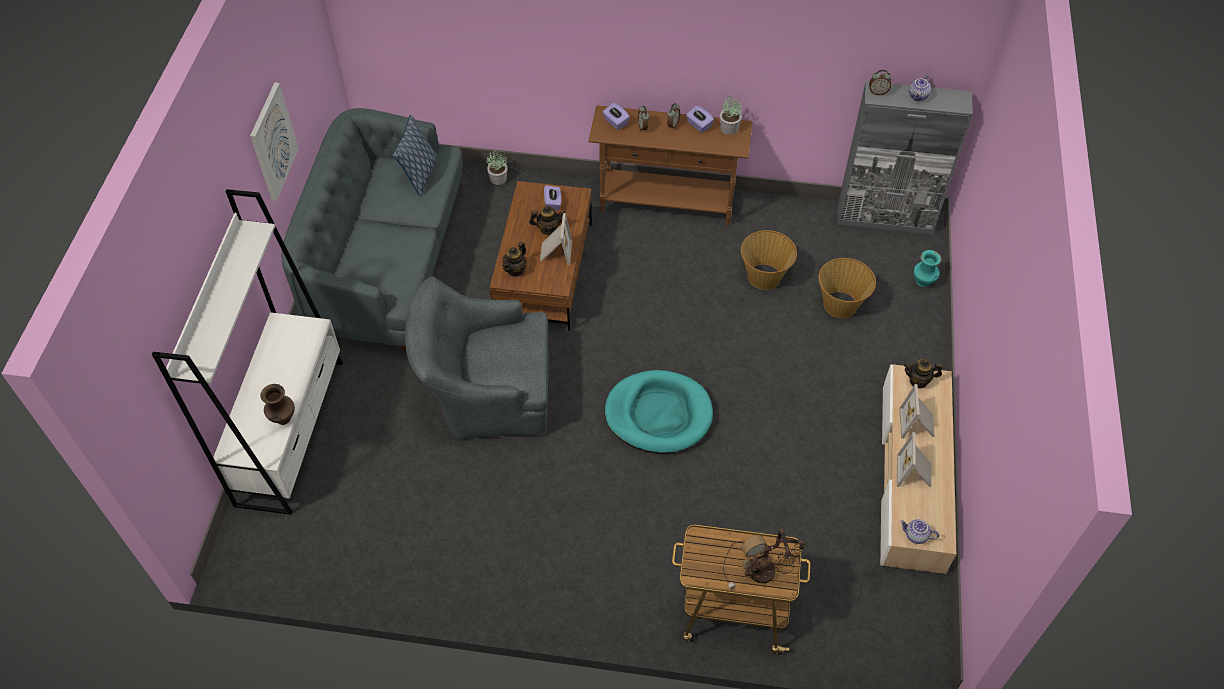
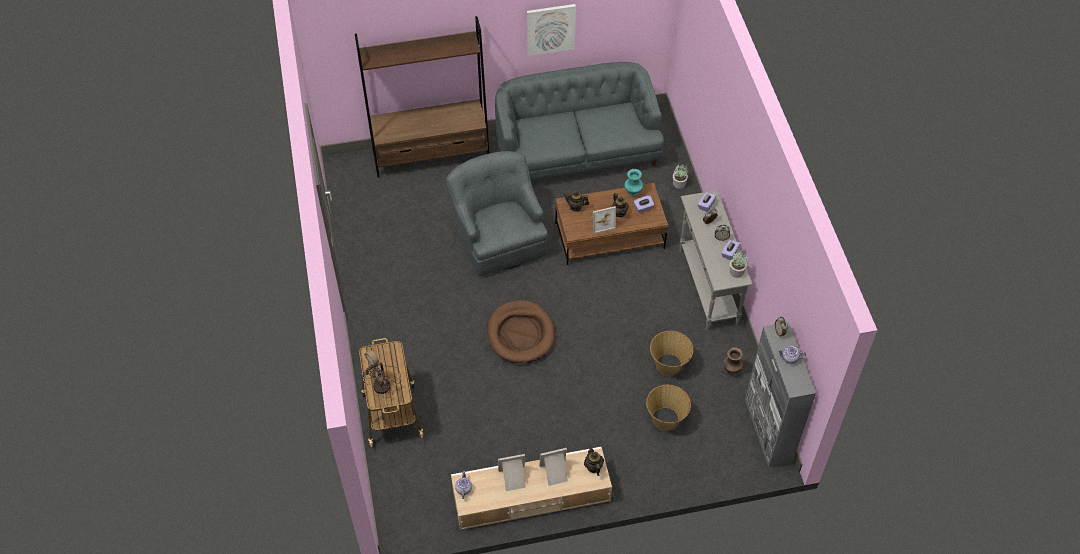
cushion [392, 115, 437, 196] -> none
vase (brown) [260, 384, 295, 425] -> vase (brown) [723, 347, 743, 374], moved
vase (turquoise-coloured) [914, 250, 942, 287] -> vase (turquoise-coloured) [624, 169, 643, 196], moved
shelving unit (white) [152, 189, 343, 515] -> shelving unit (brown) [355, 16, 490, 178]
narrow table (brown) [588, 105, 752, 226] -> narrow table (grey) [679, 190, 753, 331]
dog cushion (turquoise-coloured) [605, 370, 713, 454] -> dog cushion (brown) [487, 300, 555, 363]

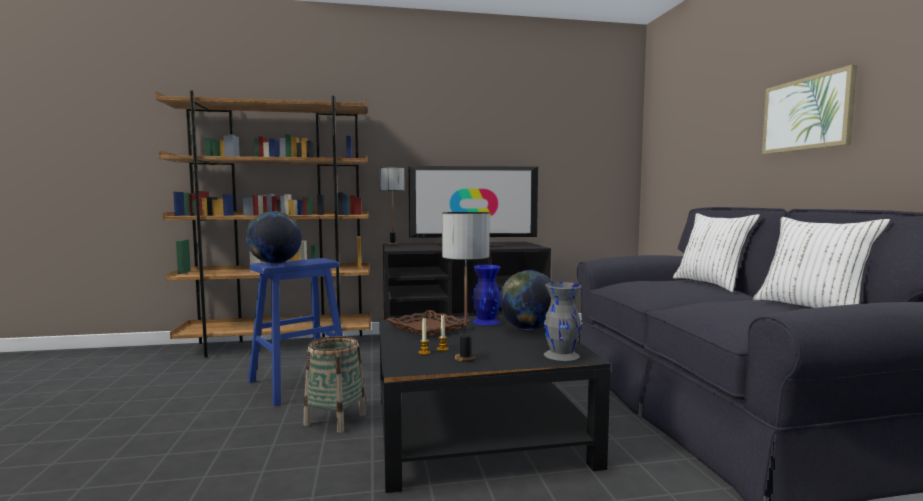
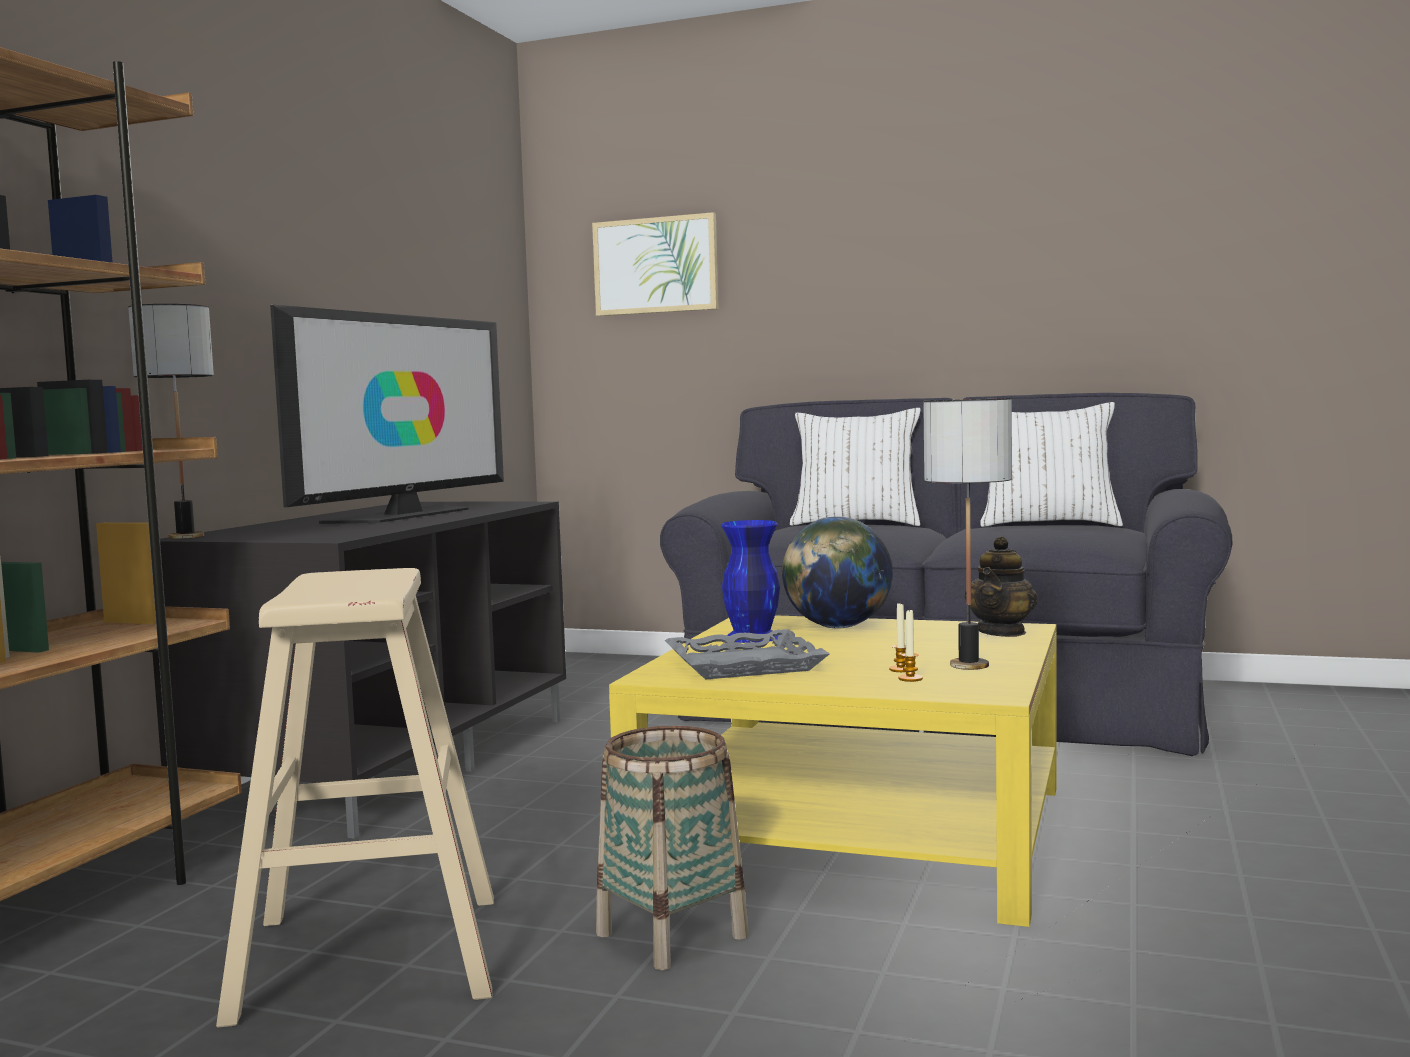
desk globe [246, 211, 302, 264] -> none
wall art [762, 65, 857, 154] -> wall art [592, 212, 719, 316], moved
vase (grey) [544, 282, 581, 361] -> pot for tea [964, 536, 1038, 637]
stool seat (bluish) [248, 258, 343, 406] -> stool seat (beige-coloured) [216, 568, 494, 1028]
coffee table (black-coloured) [379, 315, 611, 493] -> coffee table (yellow) [609, 615, 1057, 927]
serving tray (brown) [386, 310, 470, 337] -> serving tray (grey) [665, 629, 830, 680]

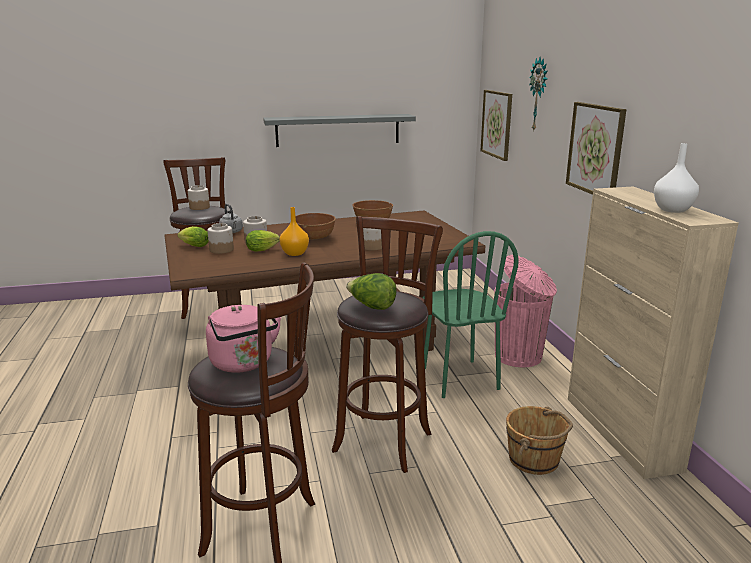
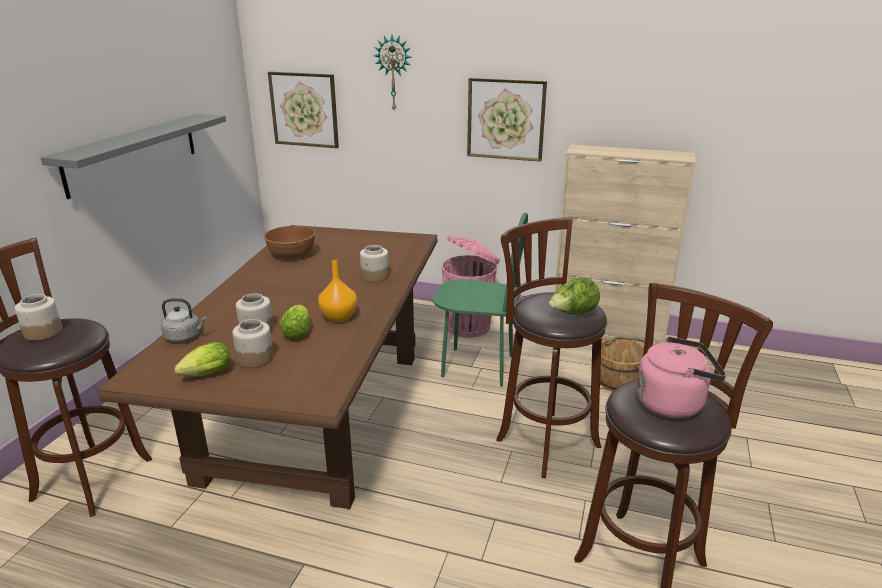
serving bowl (brown) [296, 213, 336, 240] -> none
vase (white) [654, 143, 699, 213] -> none

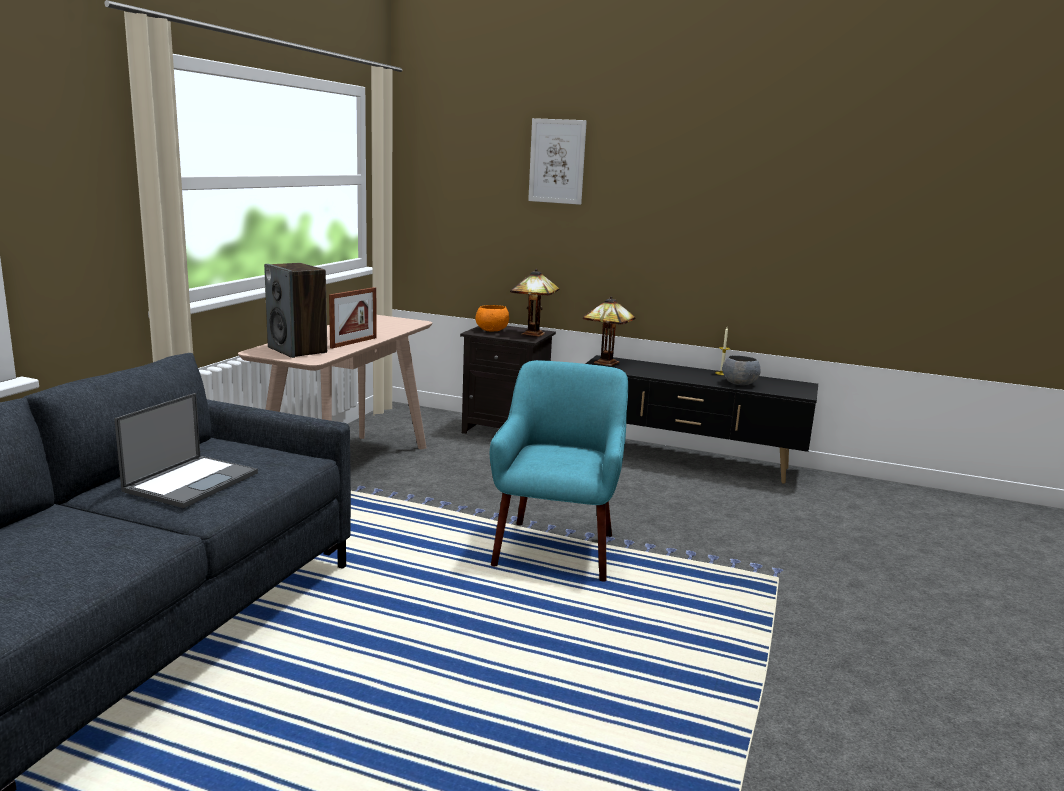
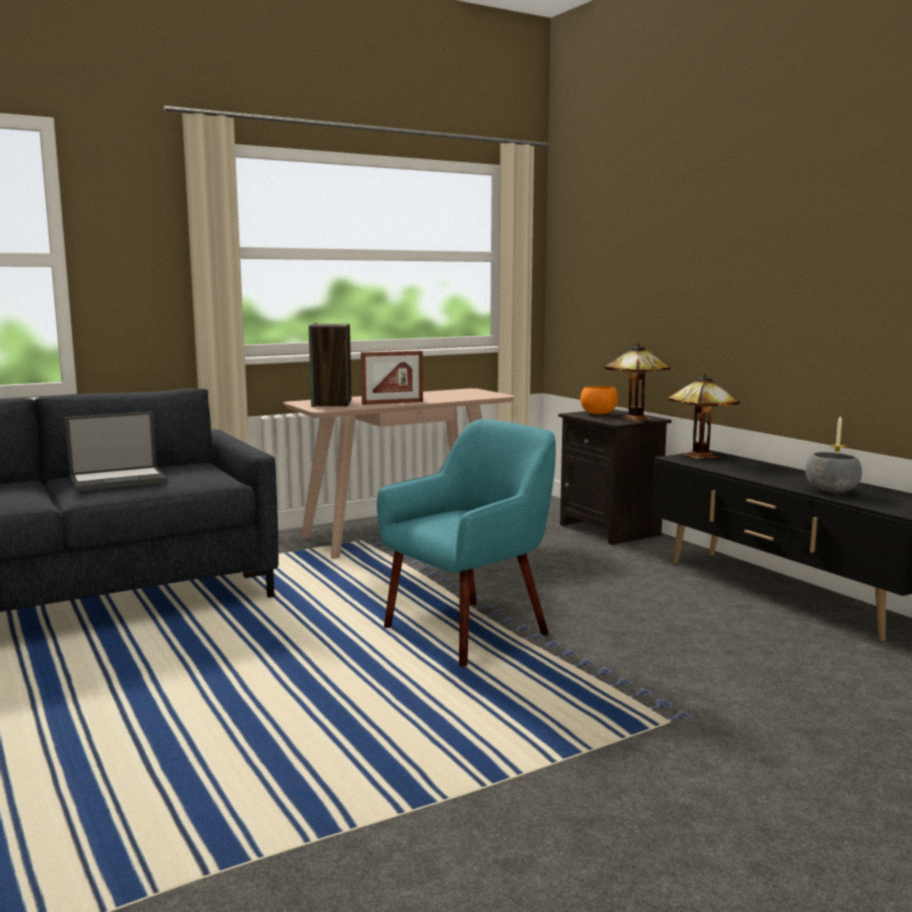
wall art [528, 118, 587, 205] -> none

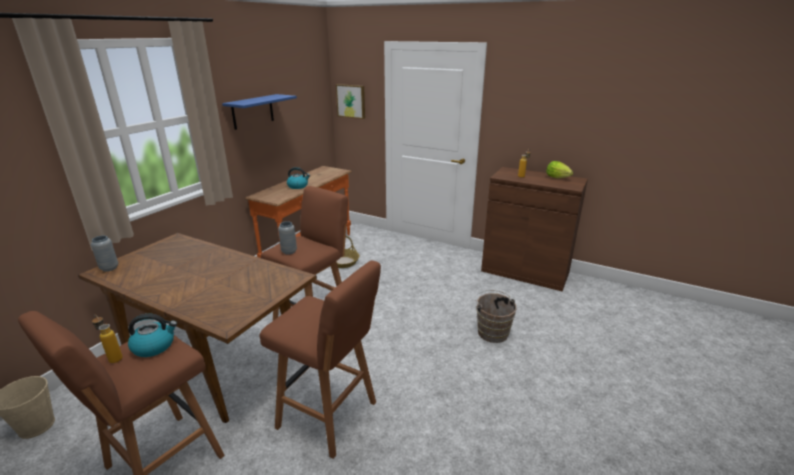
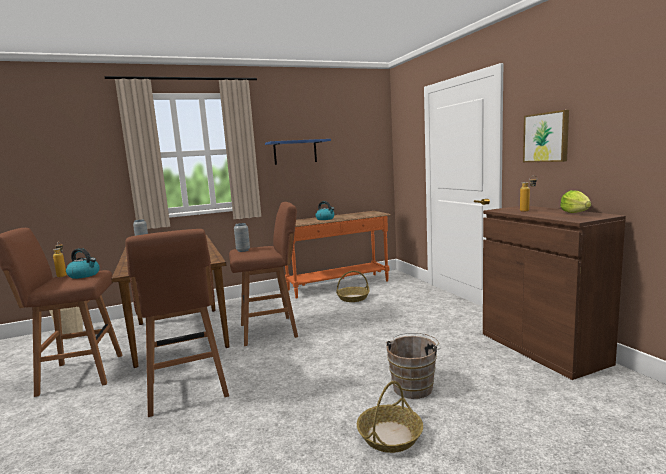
none -> basket [357, 381, 423, 453]
wall art [336, 84, 365, 119] -> wall art [523, 110, 569, 162], moved

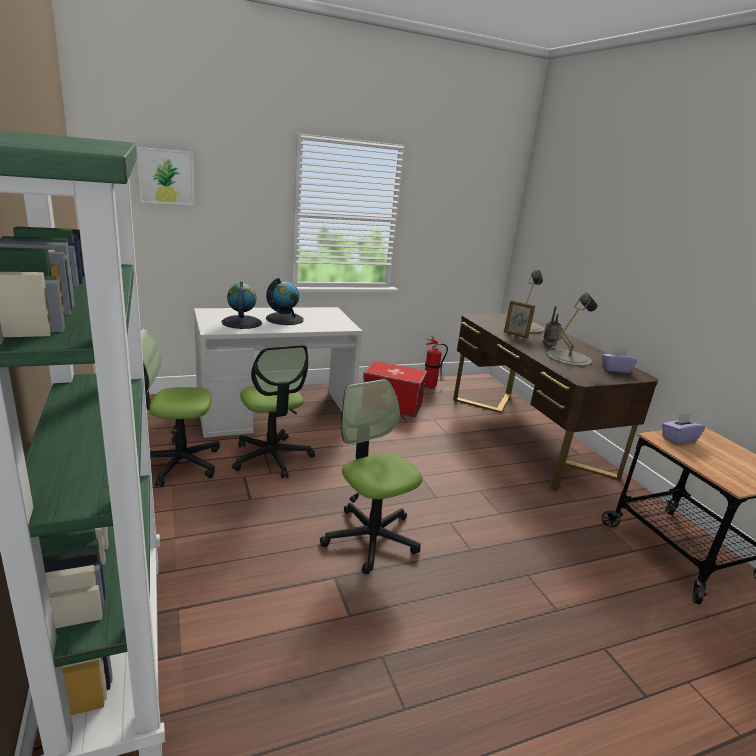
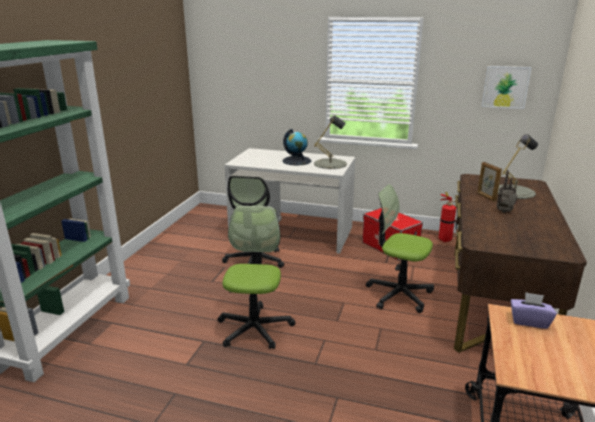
desk globe [222, 282, 262, 329] -> none
tissue box (purple) [602, 347, 637, 373] -> none
wall art [137, 147, 195, 205] -> wall art [482, 66, 532, 109], moved
desk chair [141, 329, 220, 487] -> desk chair [366, 184, 434, 313], moved
tabletop lamp (grey) [546, 293, 598, 367] -> tabletop lamp (grey) [314, 115, 347, 169], moved

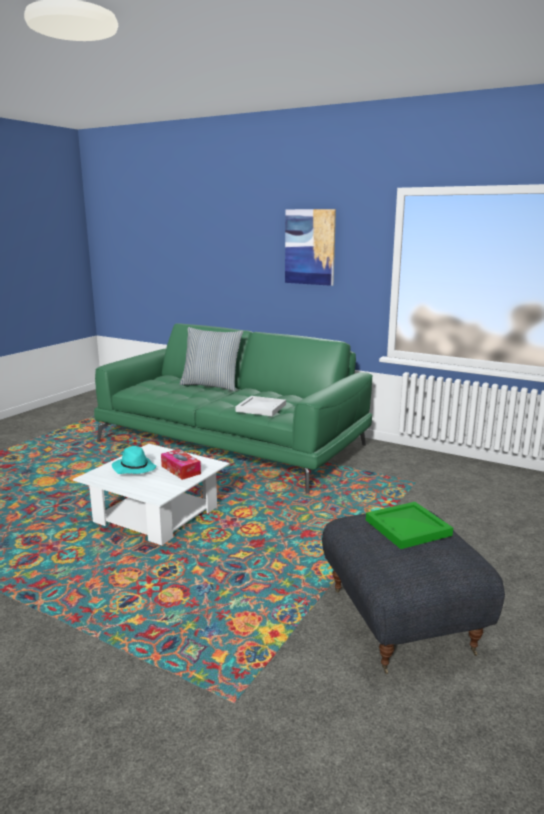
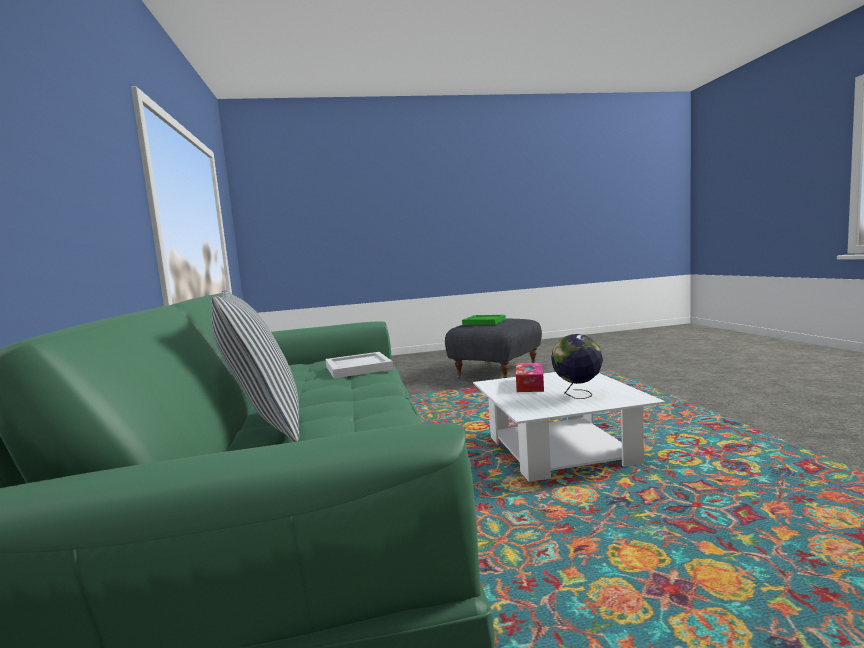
wall art [285, 209, 336, 286] -> none
clothing hat (turquoise-coloured) [112, 446, 156, 474] -> desk globe [551, 334, 603, 399]

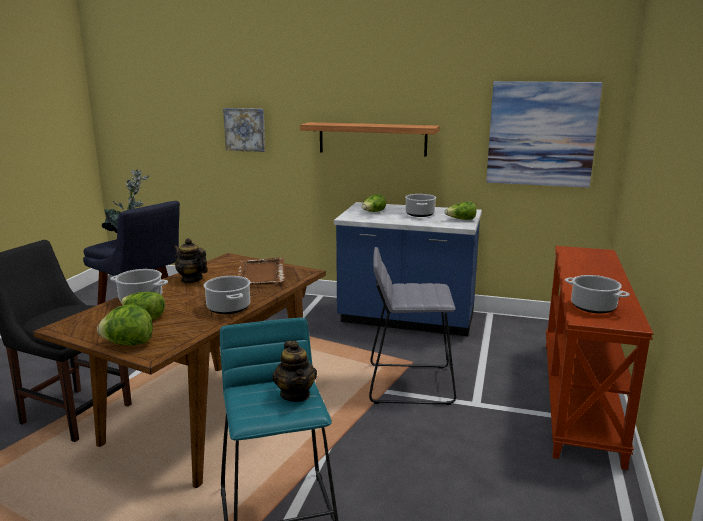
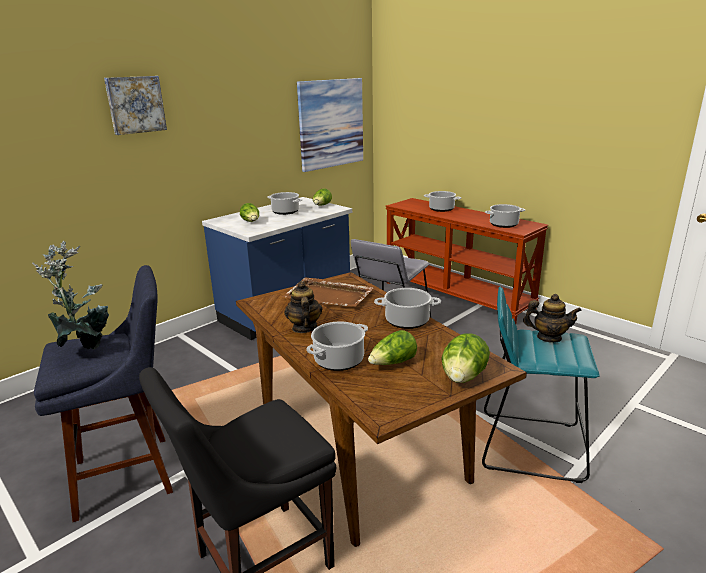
wall shelf [300, 122, 440, 157] -> none
none -> stockpot [424, 191, 461, 212]
wall art [223, 108, 265, 152] -> wall art [104, 76, 167, 135], moved
pot for tea [174, 238, 208, 283] -> pot for tea [284, 281, 323, 333], 105 degrees clockwise

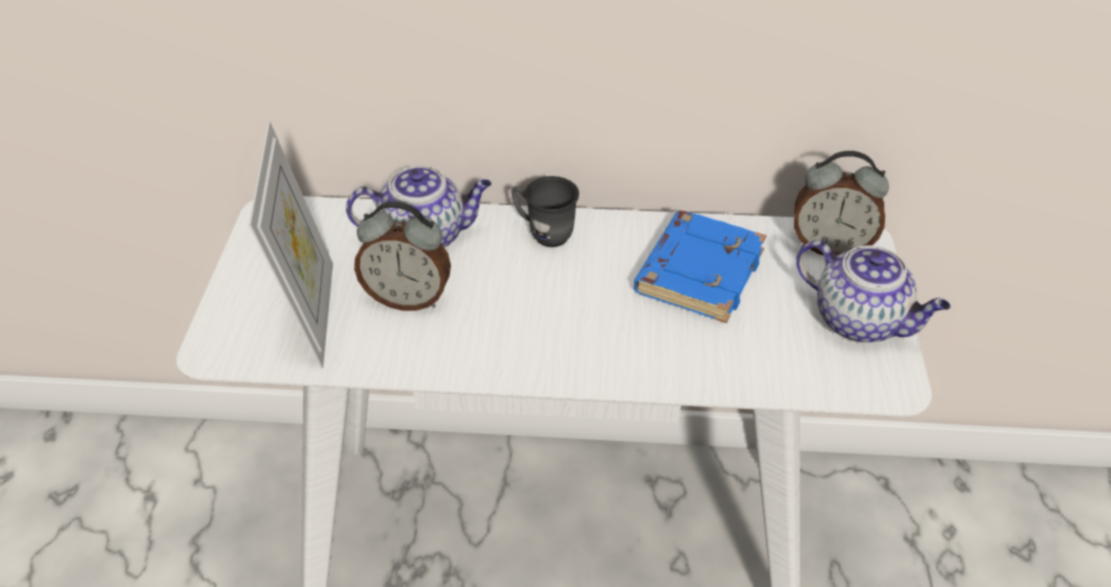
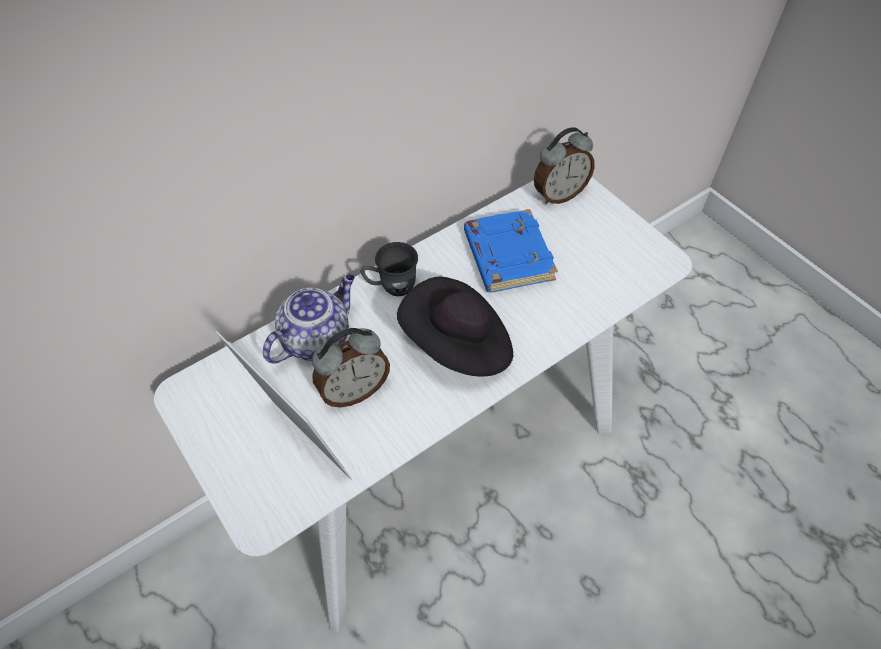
pot for tea [796, 240, 951, 343] -> none
none -> clothing hat (black-coloured) [397, 276, 513, 377]

